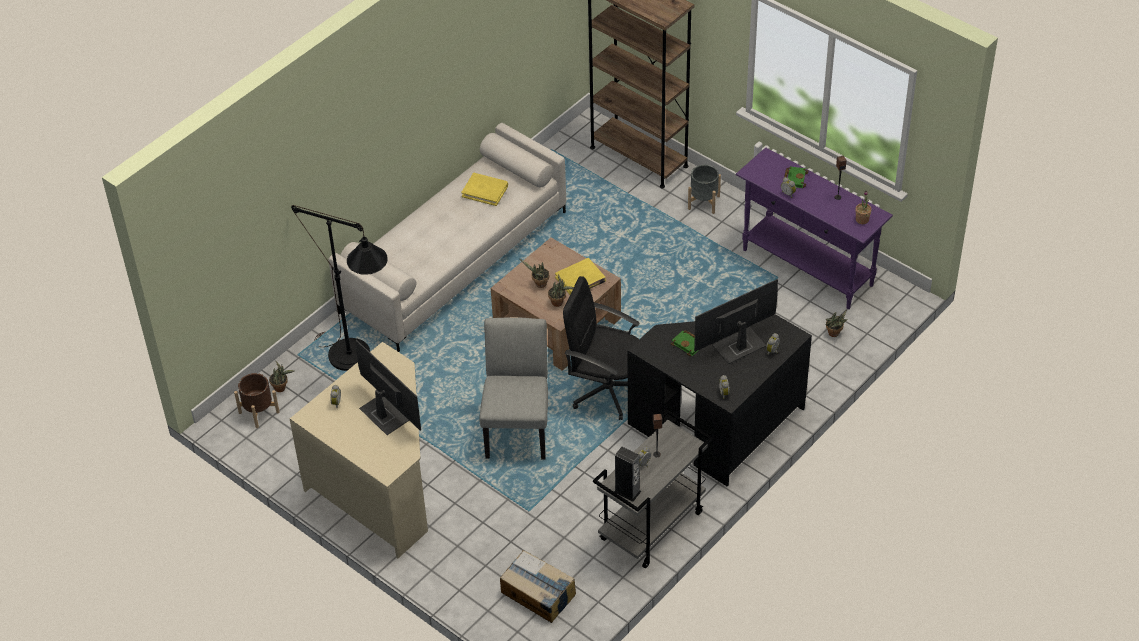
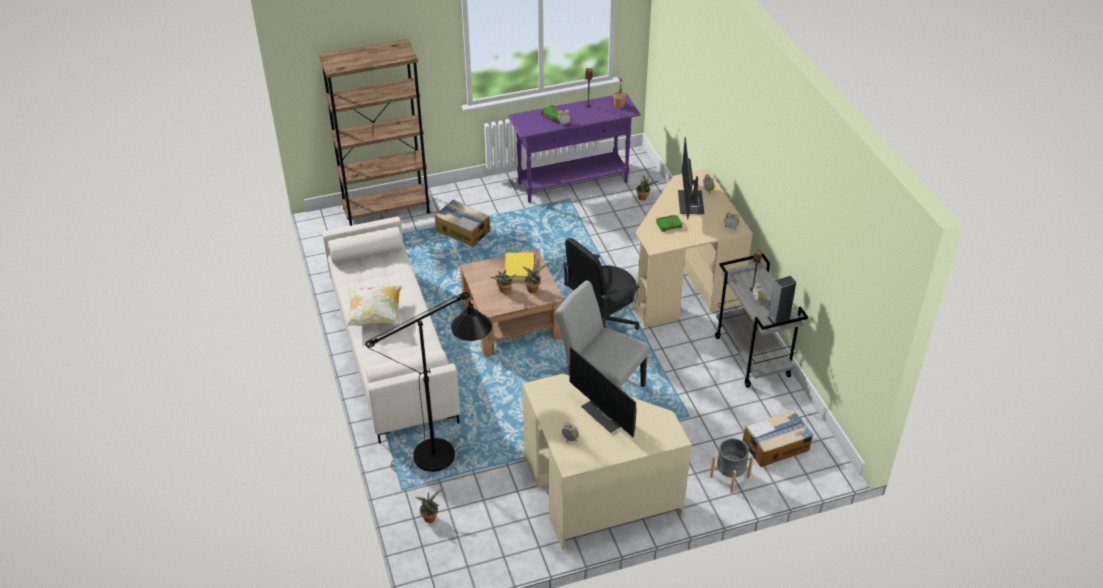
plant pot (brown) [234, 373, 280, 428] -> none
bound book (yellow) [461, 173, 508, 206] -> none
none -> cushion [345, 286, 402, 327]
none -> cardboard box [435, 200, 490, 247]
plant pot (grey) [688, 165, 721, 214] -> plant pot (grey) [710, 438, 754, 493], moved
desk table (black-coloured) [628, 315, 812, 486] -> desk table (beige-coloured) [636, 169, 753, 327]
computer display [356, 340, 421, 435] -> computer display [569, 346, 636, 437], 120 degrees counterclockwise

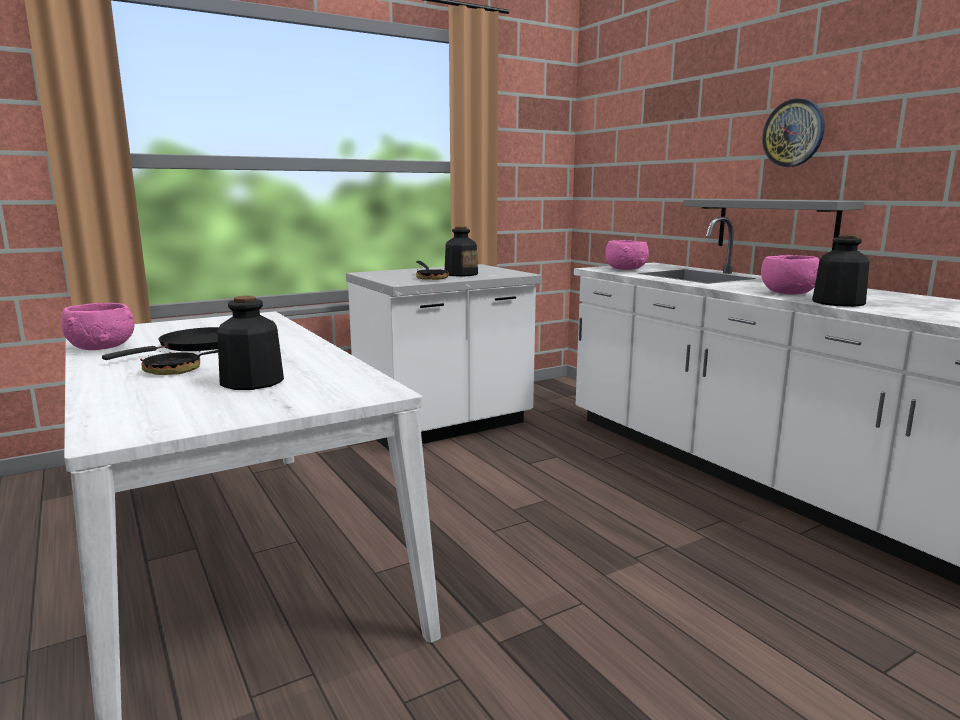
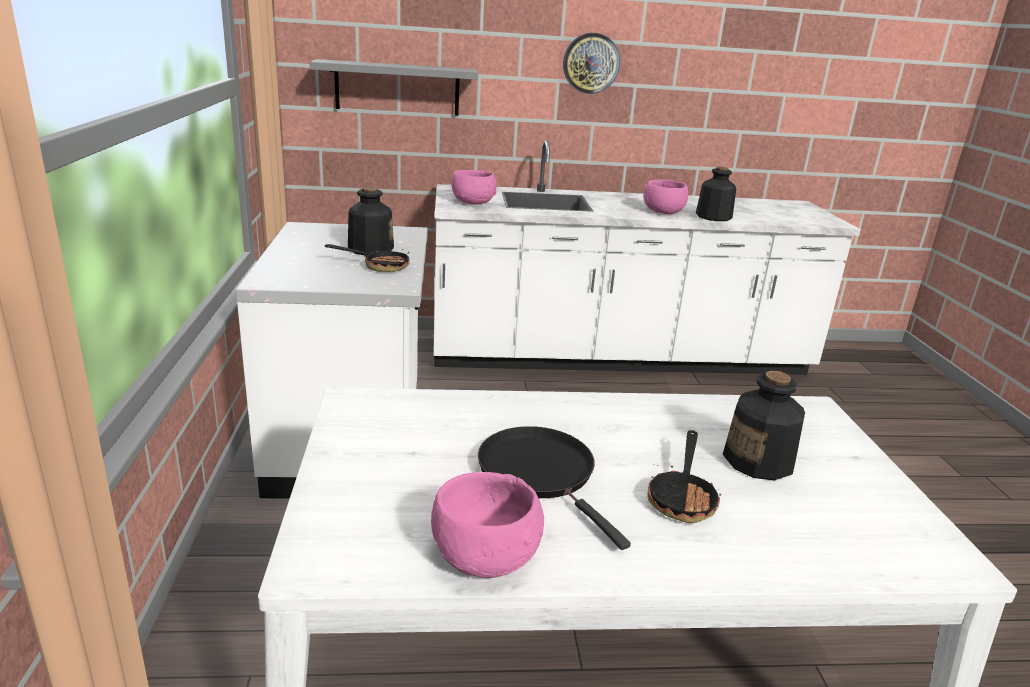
wall shelf (grey) [683, 199, 864, 251] -> wall shelf (grey) [310, 59, 478, 116], moved

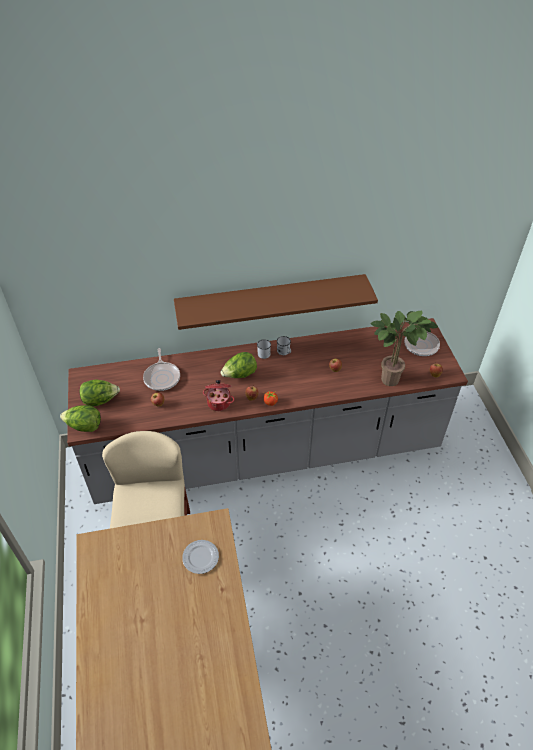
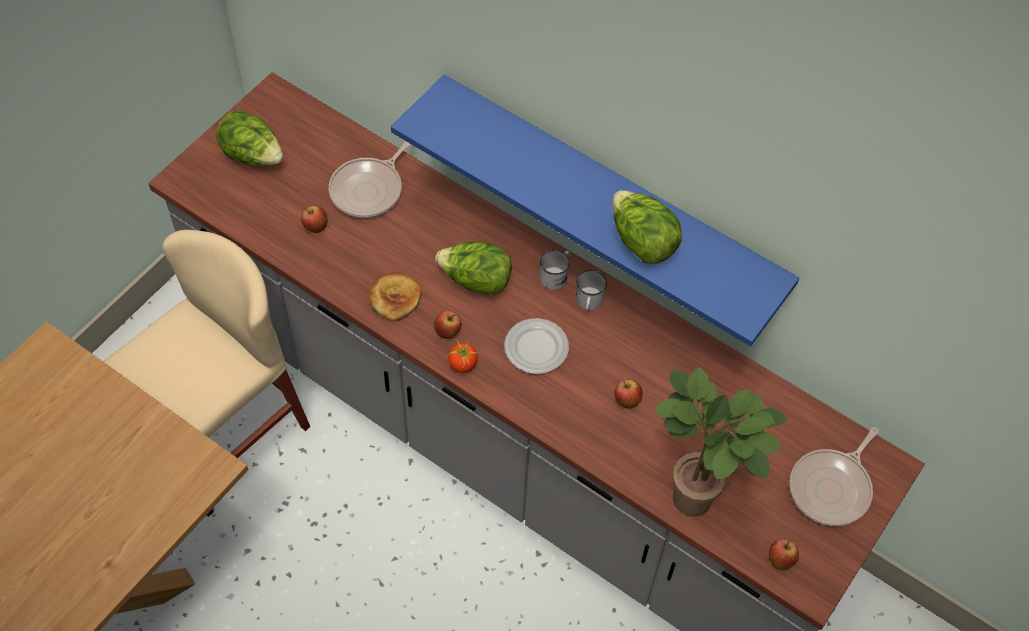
lettuce [60, 405, 101, 432] -> lettuce [613, 190, 682, 264], moved
plate [182, 540, 219, 574] -> plate [504, 318, 569, 374], moved
stockpot [203, 380, 234, 411] -> bakery bread [368, 273, 421, 321]
wall shelf (brown) [174, 274, 378, 330] -> wall shelf (bluish) [391, 75, 799, 346]

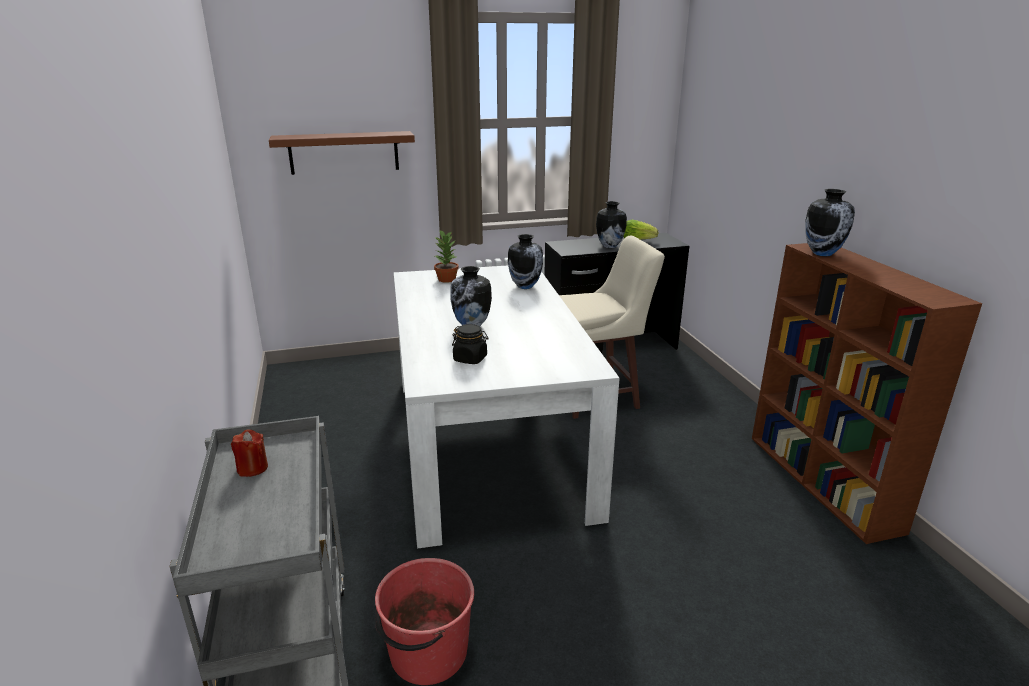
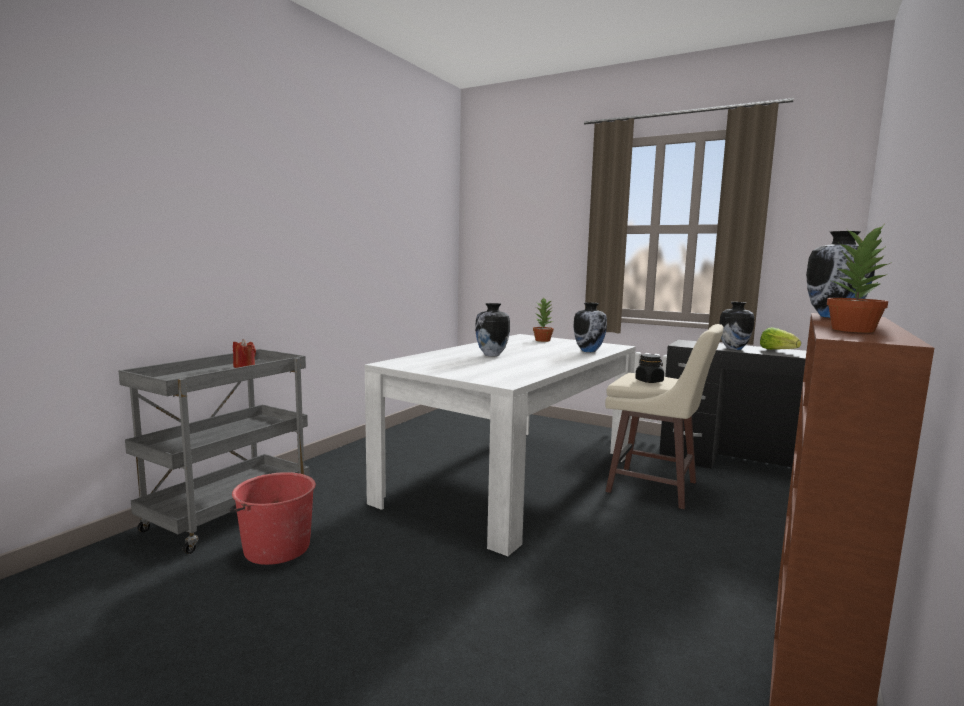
wall shelf (brown) [269, 131, 415, 175] -> none
none -> potted plant [827, 225, 892, 333]
jar (black-coloured) [452, 324, 488, 364] -> jar (black-coloured) [635, 354, 664, 383], moved

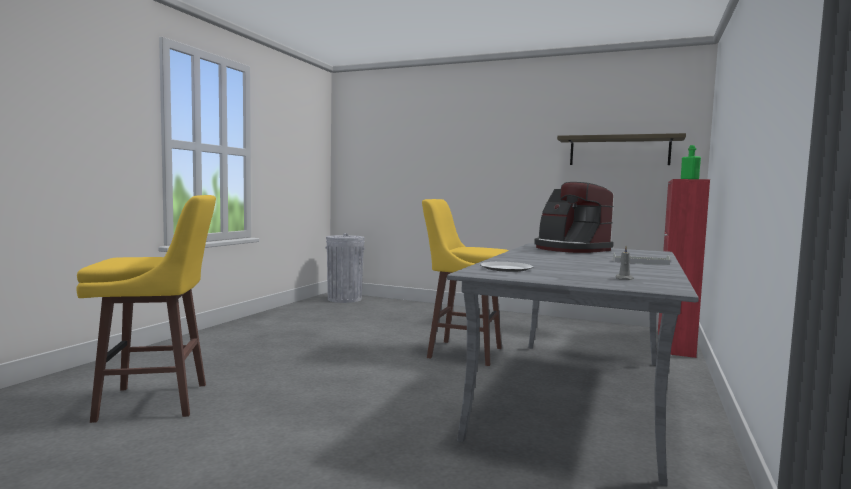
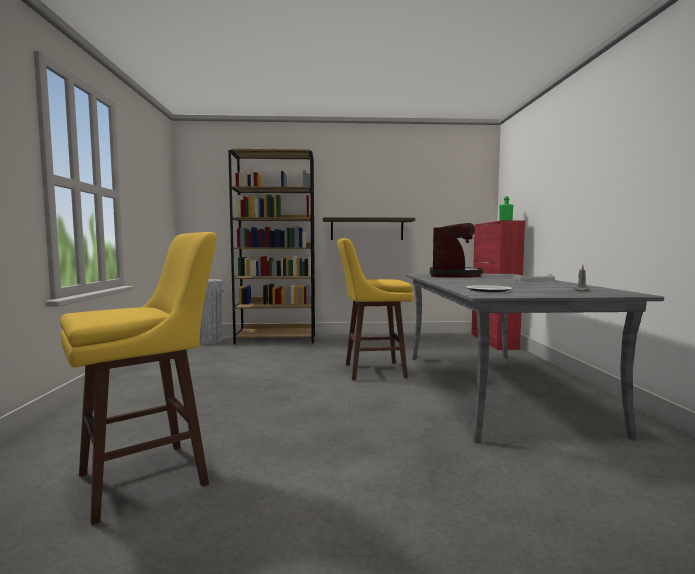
none -> shelving unit (brown) [228, 149, 315, 344]
wall shelf [557, 133, 686, 165] -> wall shelf [323, 217, 415, 240], moved
coffee brewer [534, 182, 614, 253] -> coffee brewer [430, 223, 483, 278], 105 degrees counterclockwise

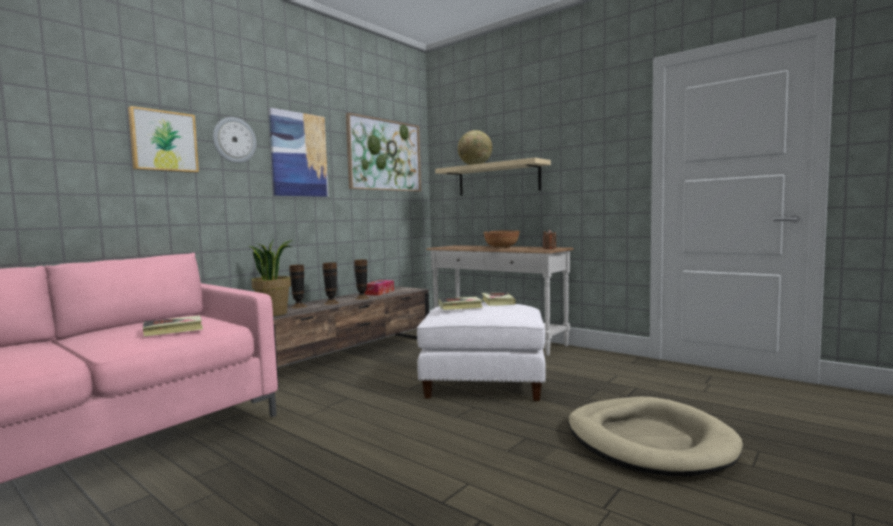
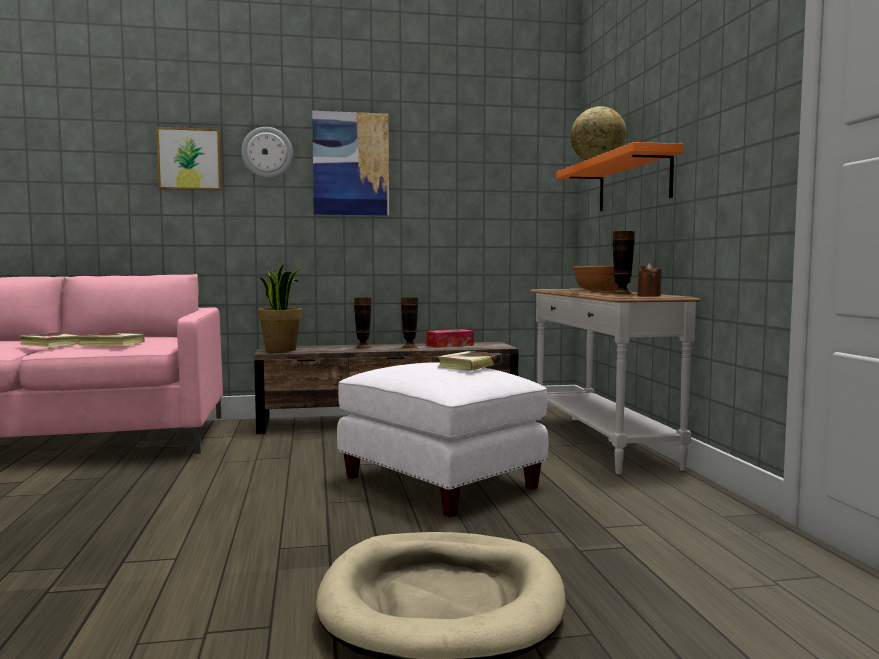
wall art [346, 113, 421, 192] -> none
vase [289, 265, 307, 308] -> vase [610, 231, 635, 295], moved
bound book [438, 297, 483, 310] -> bound book [19, 333, 80, 347], moved
wall shelf (beige-coloured) [435, 158, 551, 196] -> wall shelf (orange) [556, 142, 684, 211]

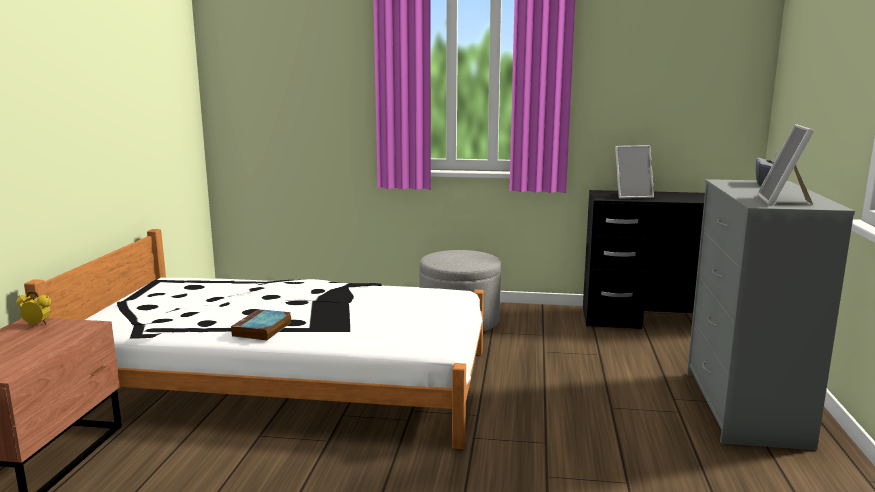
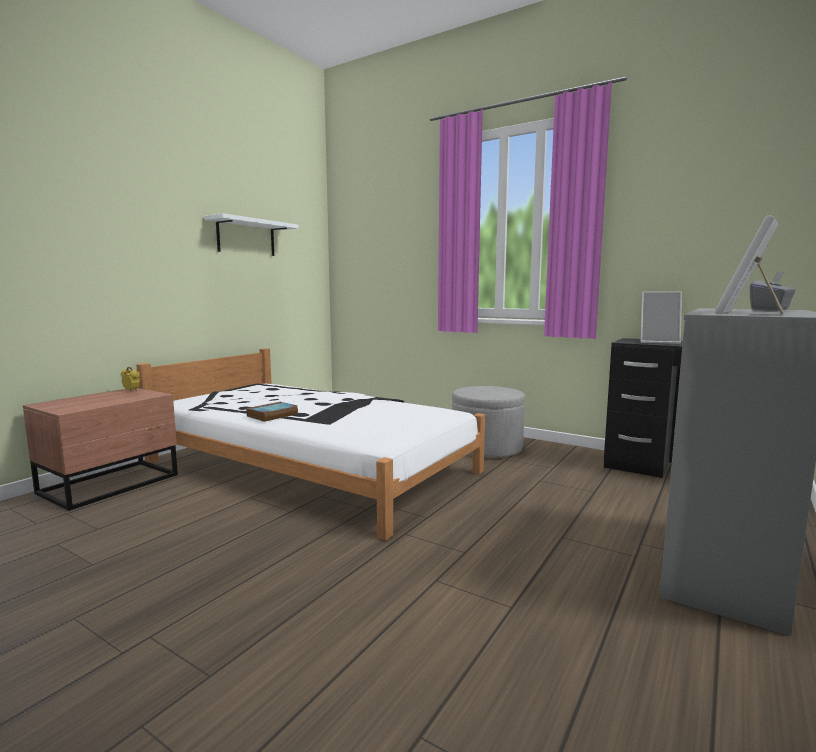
none -> wall shelf (white) [205, 213, 299, 256]

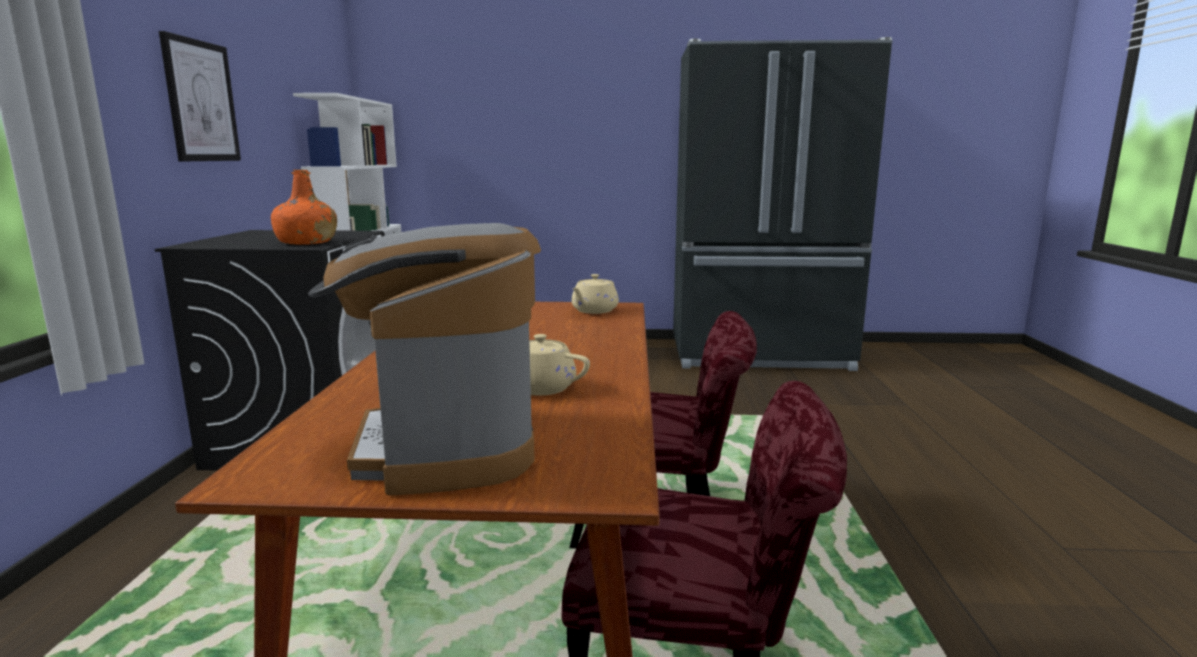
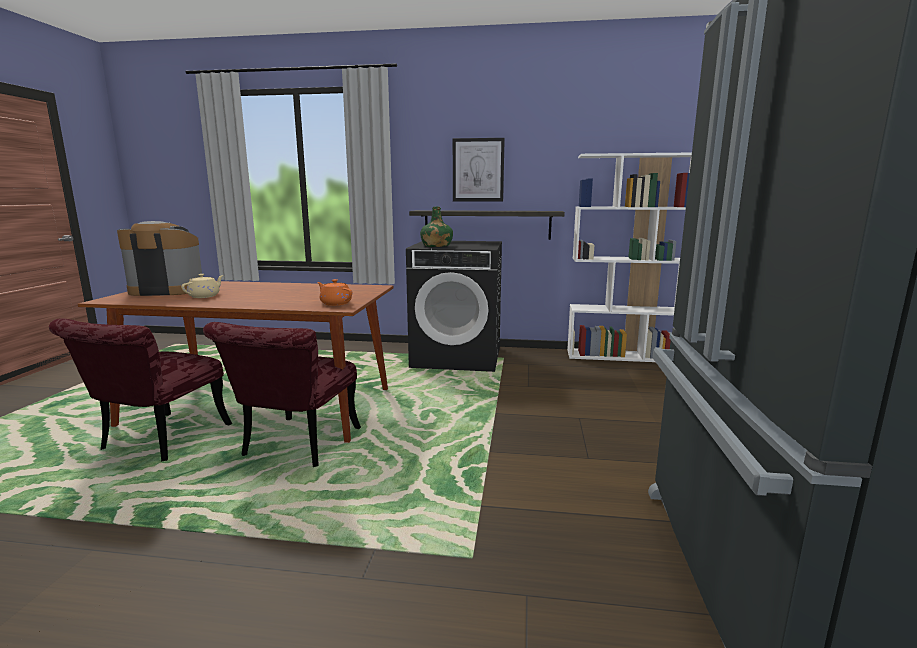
none -> wall shelf [409, 210, 565, 240]
beverage bottle (orange) [271, 170, 337, 245] -> beverage bottle (greenish) [420, 207, 453, 247]
pot for tea (beige-coloured) [571, 274, 619, 314] -> pot for tea (orange) [317, 279, 352, 306]

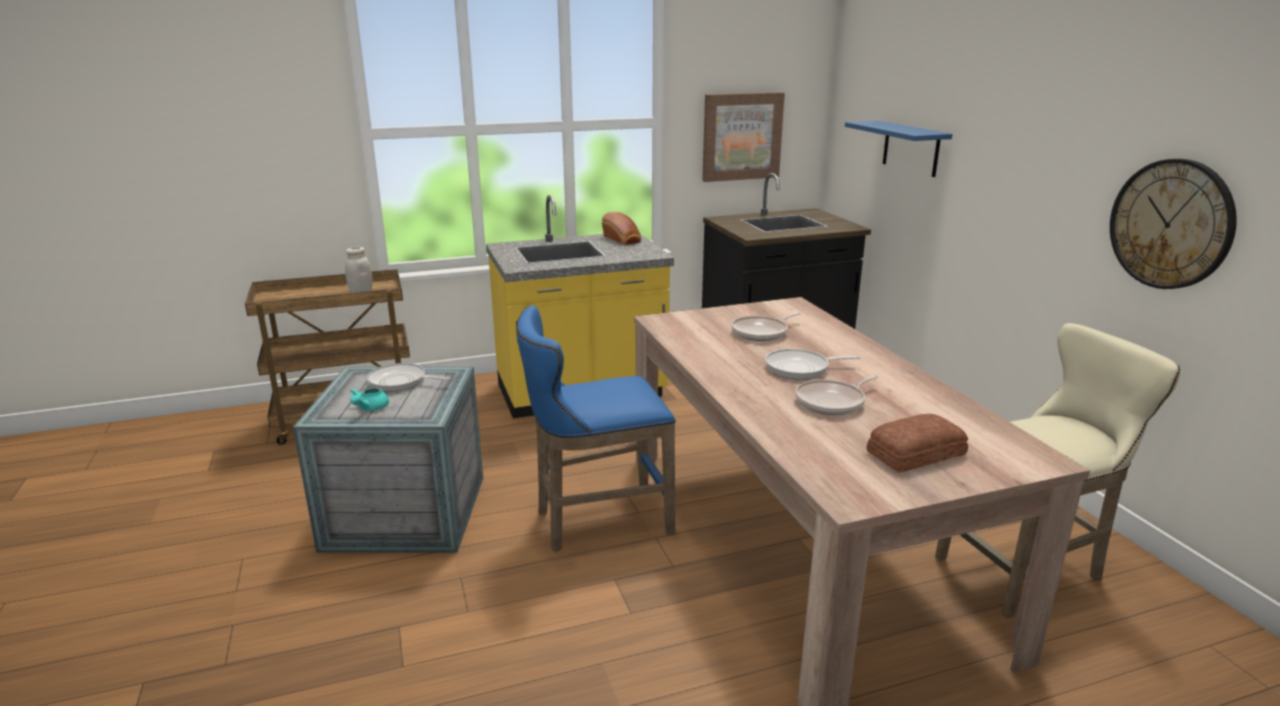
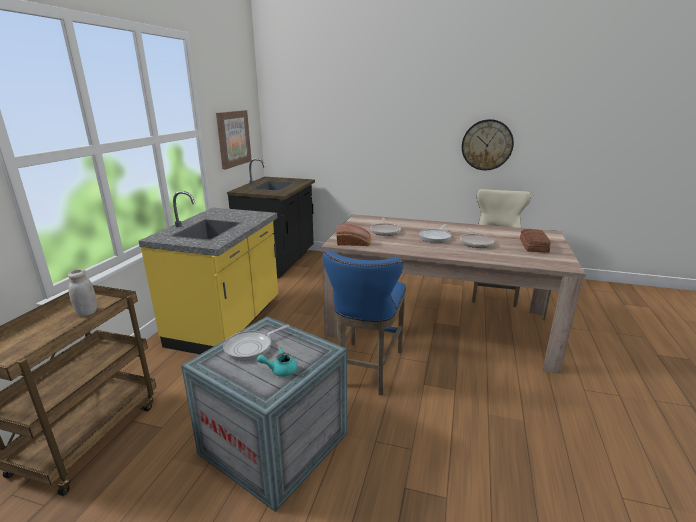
wall shelf (bluish) [845, 121, 953, 177] -> none
bakery bread [602, 212, 641, 245] -> bakery bread [336, 224, 371, 246], moved
pot for tea (turquoise-coloured) [350, 386, 389, 411] -> pot for tea (turquoise-coloured) [257, 348, 297, 377], 120 degrees clockwise

